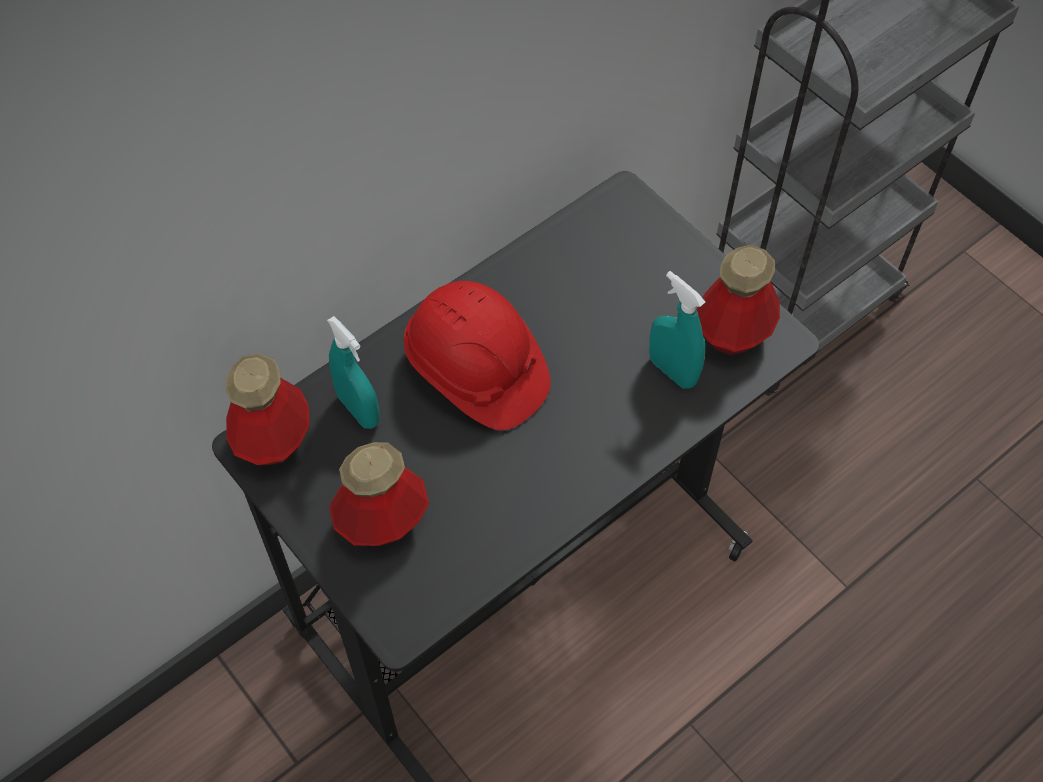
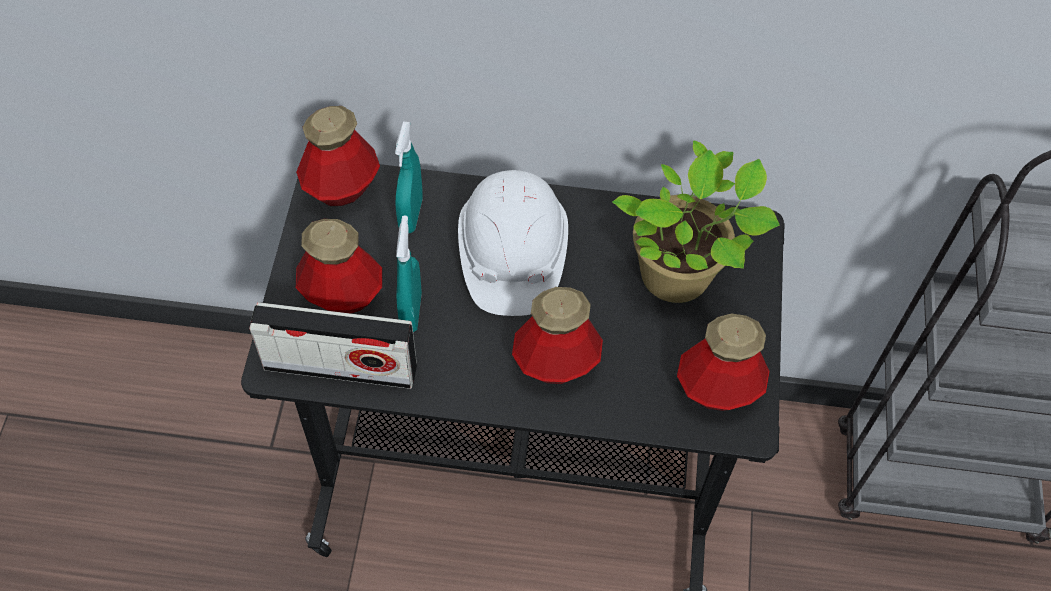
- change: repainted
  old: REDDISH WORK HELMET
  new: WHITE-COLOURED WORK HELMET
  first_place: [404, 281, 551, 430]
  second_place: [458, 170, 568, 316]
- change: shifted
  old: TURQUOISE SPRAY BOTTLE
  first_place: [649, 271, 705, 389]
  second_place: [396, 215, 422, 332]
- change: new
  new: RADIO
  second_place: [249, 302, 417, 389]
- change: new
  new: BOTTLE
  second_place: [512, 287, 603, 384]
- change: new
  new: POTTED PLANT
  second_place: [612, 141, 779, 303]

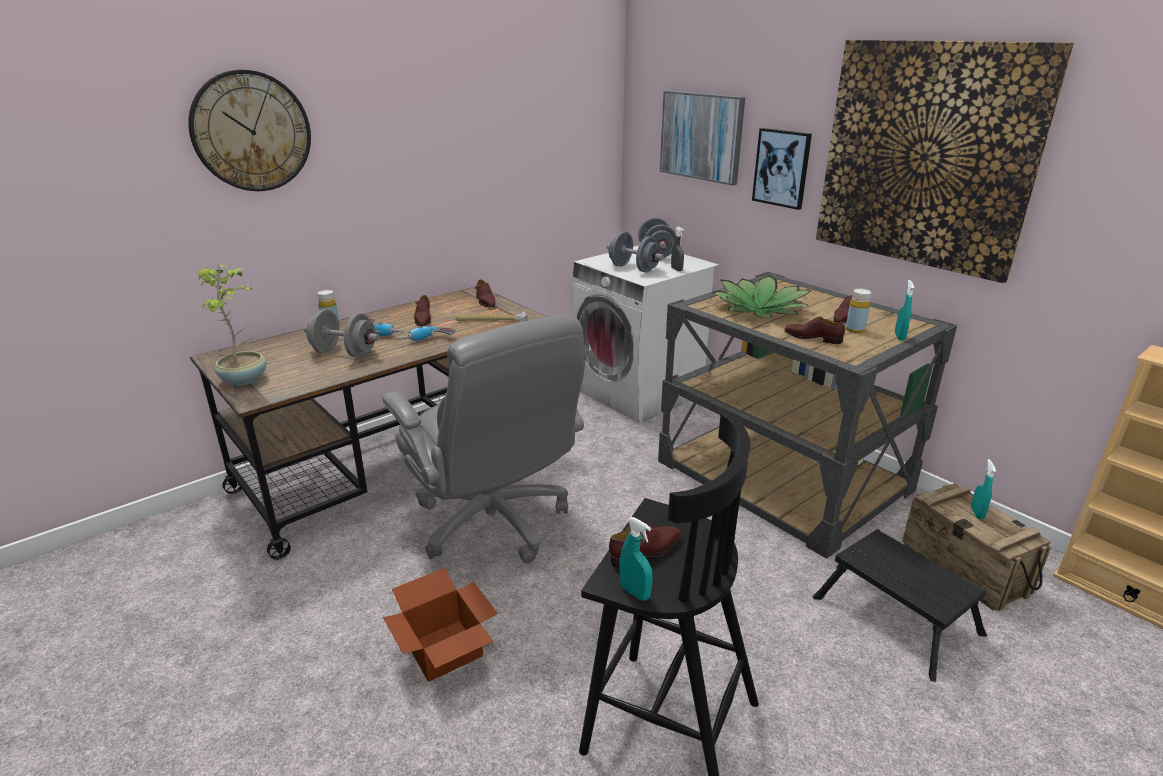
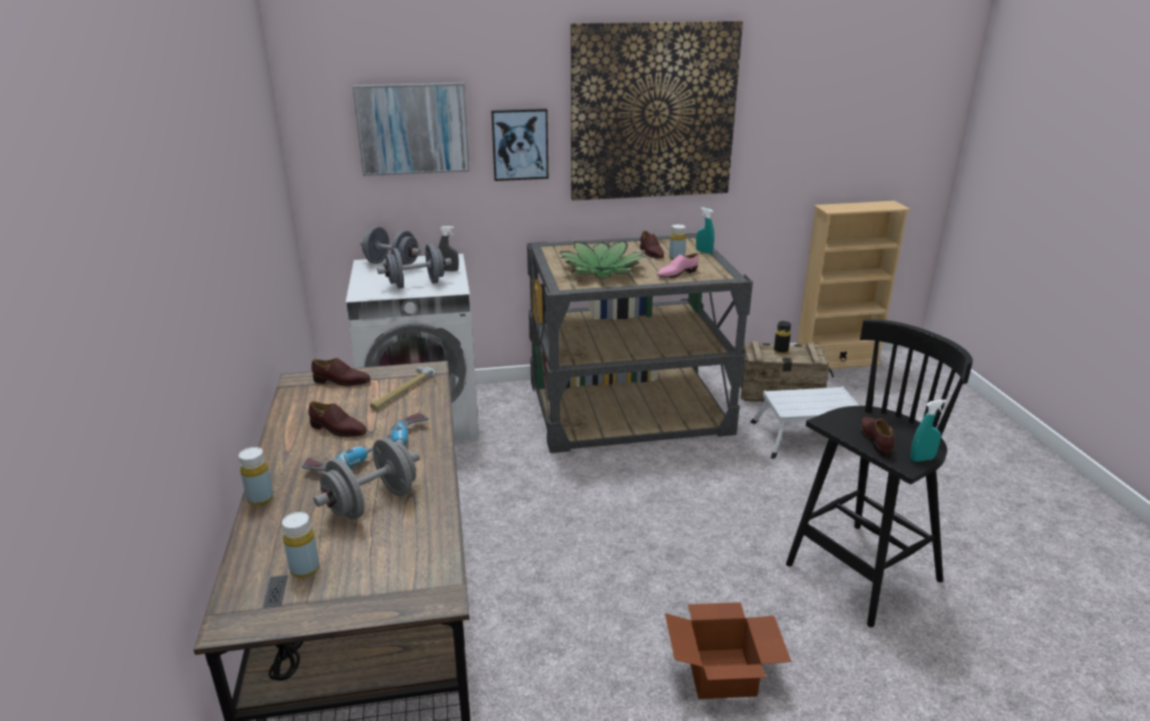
- change: gone
  old: CLOCK ON THE WALL
  first_place: [188, 70, 311, 191]
- change: gone
  old: POTTED PLANT
  first_place: [198, 265, 266, 386]
- change: gone
  old: GREYISH OFFICE CHAIR
  first_place: [382, 315, 585, 563]
- change: repainted
  old: BROWNISH ITEM OF FOOTWEAR
  new: PINK-COLOURED ITEM OF FOOTWEAR
  first_place: [784, 316, 845, 344]
  second_place: [657, 253, 699, 278]
- change: repainted
  old: BLACK STEP STOOL
  new: WHITE-COLOURED STEP STOOL
  first_place: [813, 529, 987, 682]
  second_place: [750, 386, 859, 459]
- change: swapped
  old: TURQUOISE SPRAY BOTTLE
  new: BLACK BOTTLE
  first_place: [971, 459, 996, 519]
  second_place: [774, 321, 791, 354]
- change: new
  new: YELLOW-COLOURED BOTTLE
  second_place: [282, 512, 320, 578]

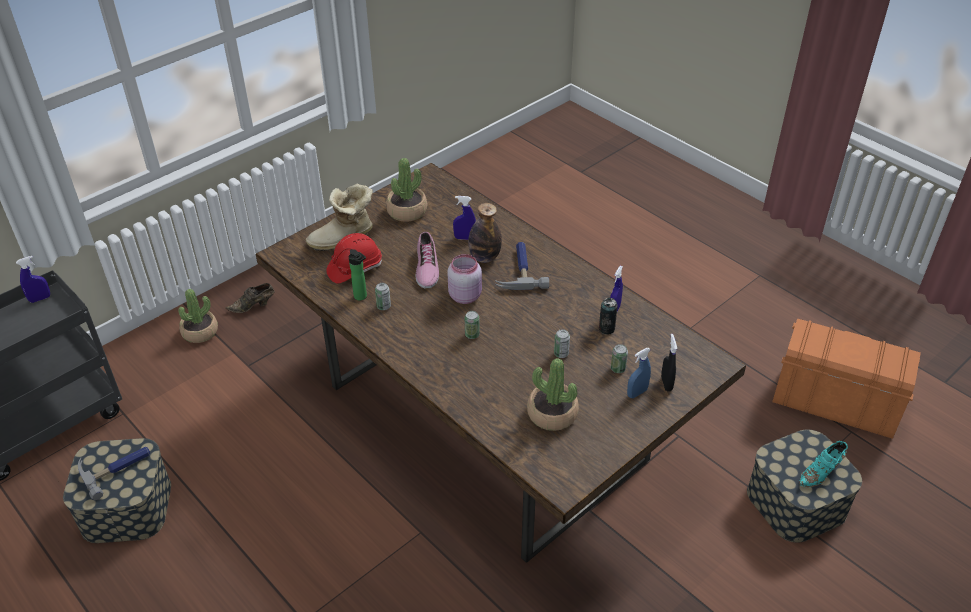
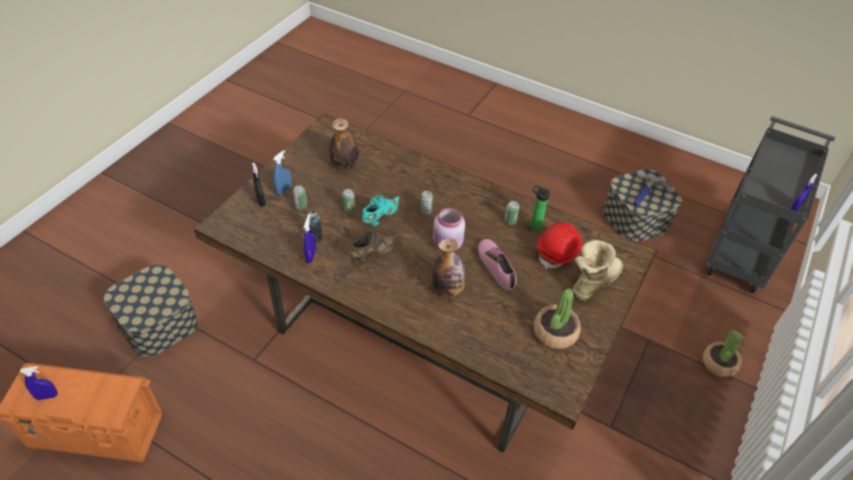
- change: shifted
  old: BROWNISH ITEM OF FOOTWEAR
  first_place: [225, 283, 274, 313]
  second_place: [348, 231, 398, 262]
- change: shifted
  old: BLUE SPRAY BOTTLE
  first_place: [453, 196, 476, 240]
  second_place: [20, 366, 58, 400]
- change: gone
  old: HAMMER
  first_place: [495, 242, 549, 290]
- change: swapped
  old: POTTED PLANT
  new: BOTTLE
  first_place: [527, 358, 579, 431]
  second_place: [329, 118, 359, 170]
- change: shifted
  old: TURQUOISE ITEM OF FOOTWEAR
  first_place: [799, 441, 848, 487]
  second_place: [362, 195, 400, 226]

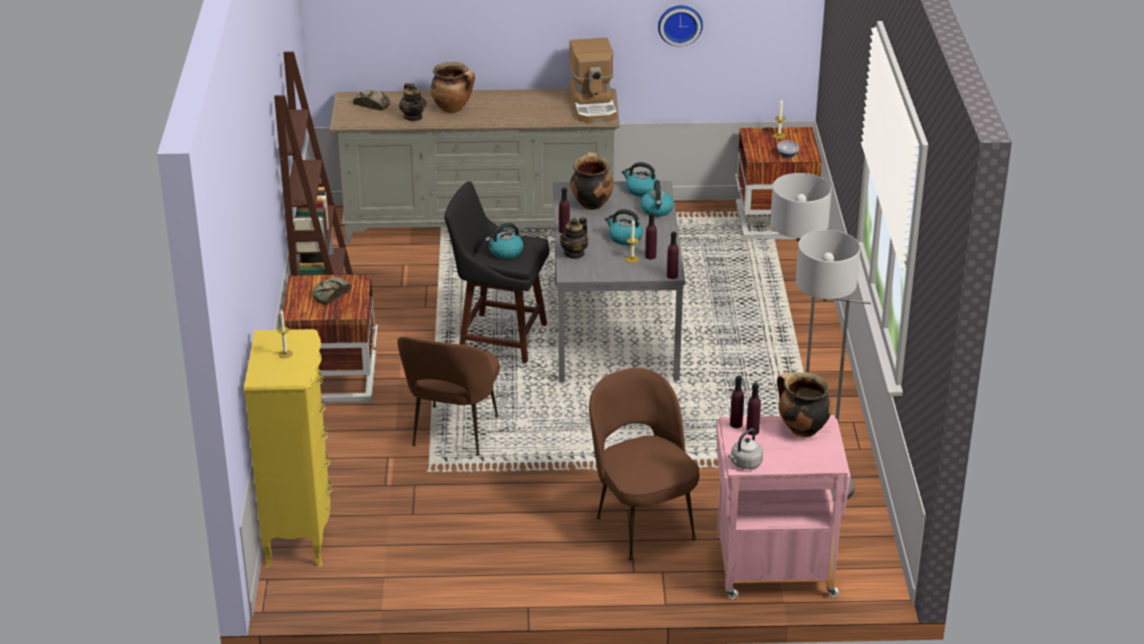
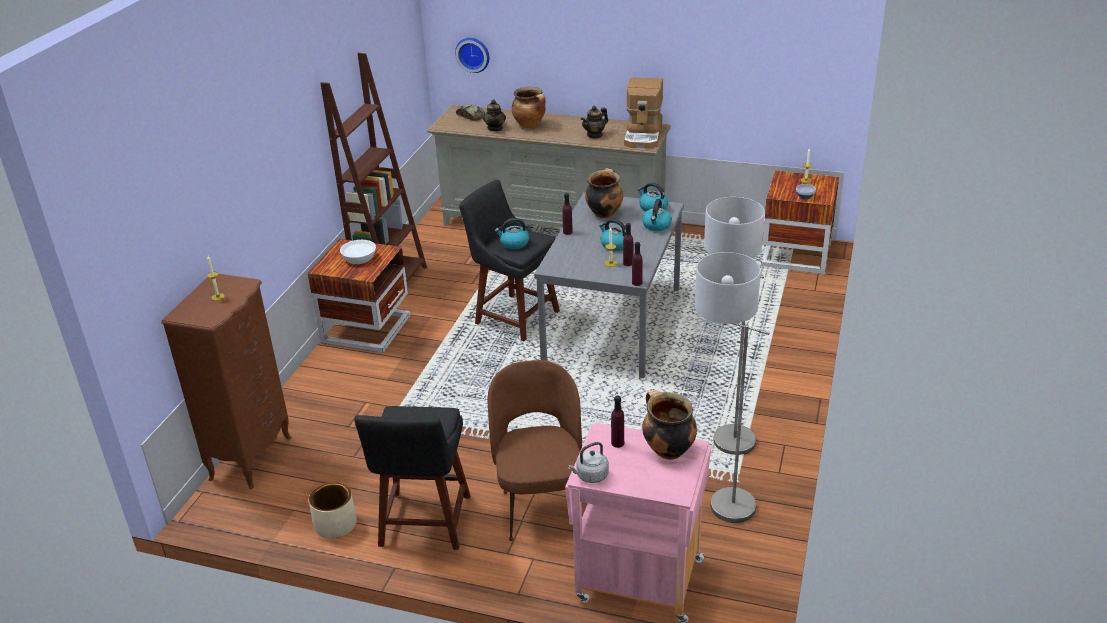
- change: repainted
  old: YELLOW-COLOURED DRAWER CHEST
  new: BROWNISH DRAWER CHEST
  first_place: [244, 329, 332, 568]
  second_place: [161, 274, 292, 489]
- change: swapped
  old: BREAD
  new: WHITE-COLOURED SERVING BOWL
  first_place: [312, 277, 352, 305]
  second_place: [340, 240, 376, 264]
- change: gone
  old: BROWNISH UPRIGHT CHAIR
  first_place: [398, 337, 500, 456]
- change: shifted
  old: TEA POT
  first_place: [560, 217, 588, 259]
  second_place: [581, 106, 608, 139]
- change: shifted
  old: CLOCK ON THE WALL
  first_place: [658, 5, 703, 47]
  second_place: [455, 38, 490, 73]
- change: gone
  old: PURPLE-COLOURED BOTTLE
  first_place: [730, 376, 744, 428]
- change: new
  new: SAND-COLOURED FLOWER POT
  second_place: [309, 482, 357, 538]
- change: new
  new: BLACK SITTING STOOL
  second_place: [354, 406, 471, 550]

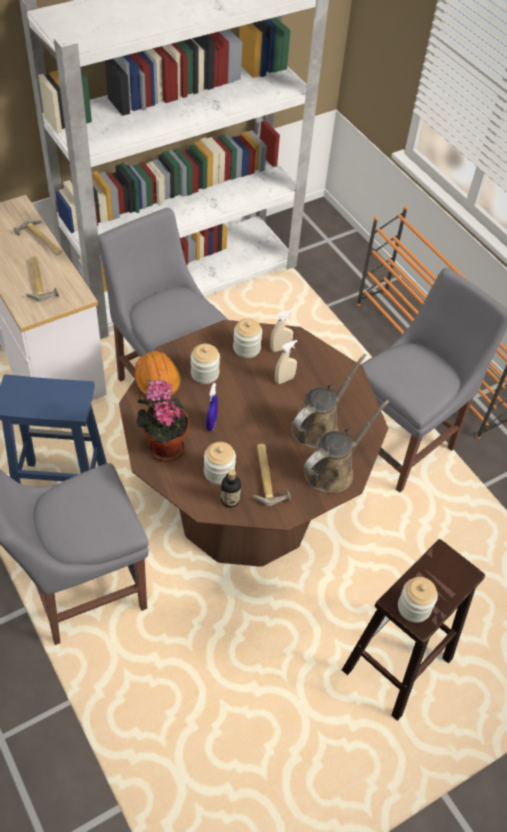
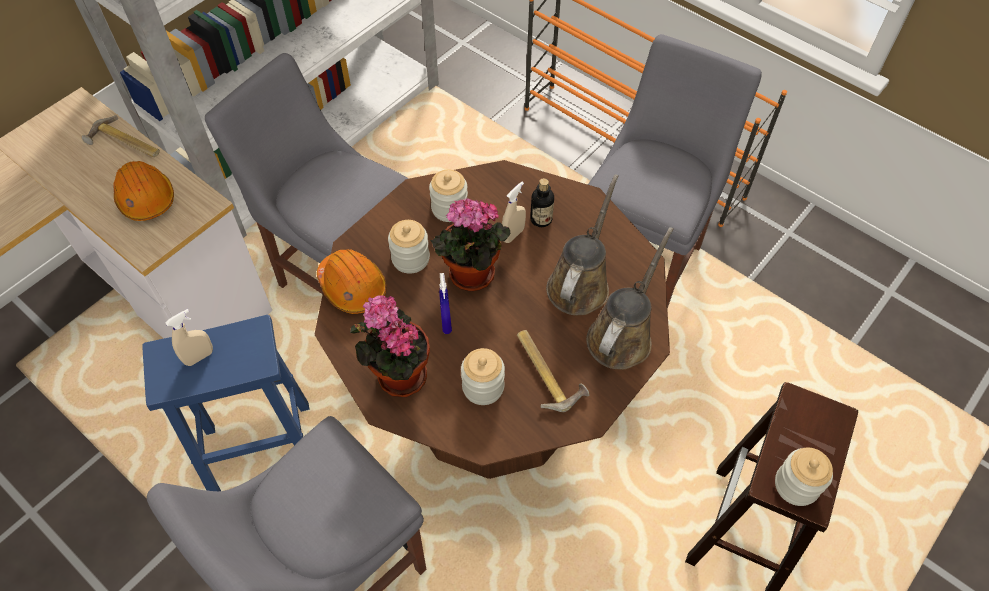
- change: swapped
  old: HAMMER
  new: ORANGEY WORK HELMET
  first_place: [26, 256, 59, 302]
  second_place: [113, 161, 174, 221]
- change: shifted
  old: BOTTLE
  first_place: [221, 469, 241, 507]
  second_place: [530, 178, 554, 227]
- change: shifted
  old: SAND-COLOURED SPRAY BOTTLE
  first_place: [270, 310, 294, 352]
  second_place: [166, 309, 213, 366]
- change: new
  new: POTTED PLANT
  second_place: [430, 198, 510, 292]

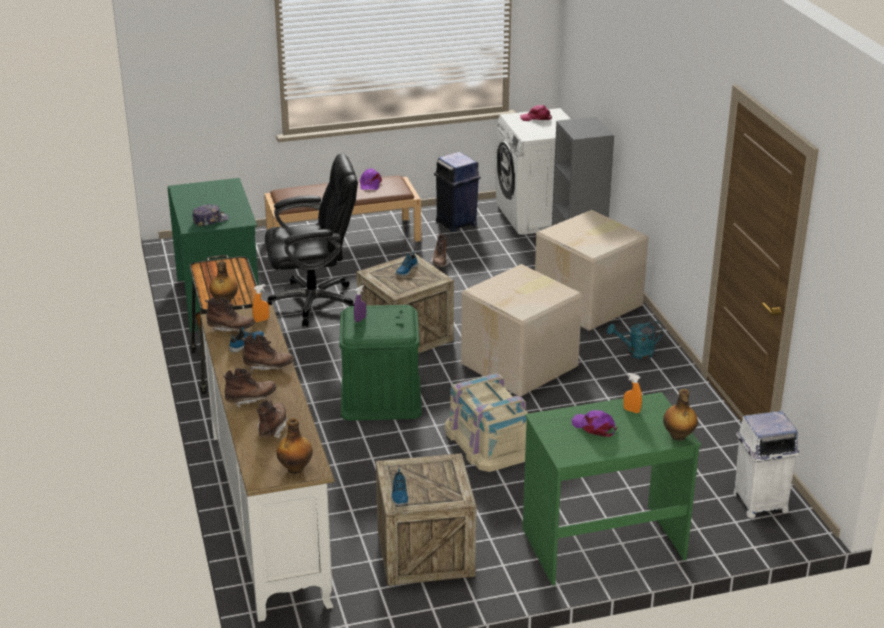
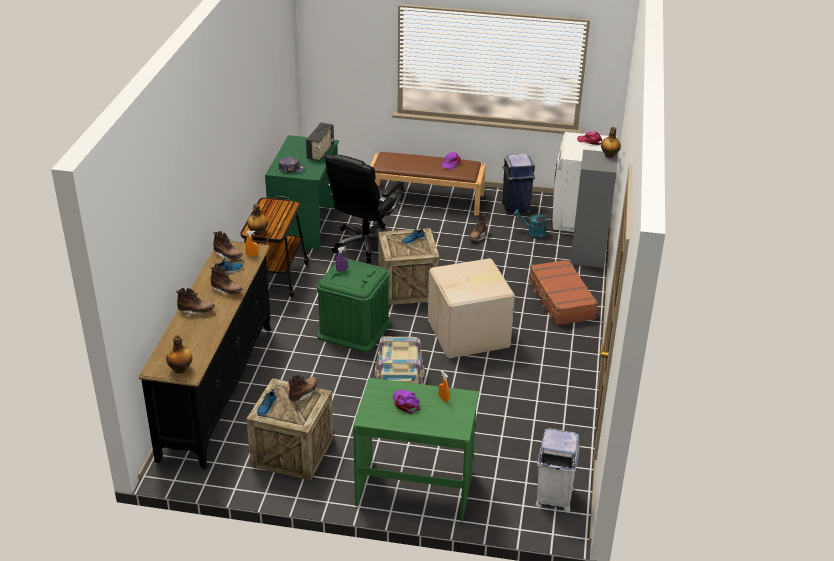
- change: repainted
  old: WHITE-COLOURED DRAWER CHEST
  new: BLACK DRAWER CHEST
  first_place: [200, 305, 335, 622]
  second_place: [139, 241, 271, 470]
- change: shifted
  old: BROWNISH TALL BOOT
  first_place: [256, 400, 288, 439]
  second_place: [288, 375, 318, 403]
- change: rotated
  old: BLACK OFFICE CHAIR
  first_place: [265, 153, 358, 327]
  second_place: [325, 155, 404, 264]
  degrees: 105
- change: swapped
  old: CARDBOARD BOX
  new: BROWNISH TRAVEL CASE
  first_place: [535, 210, 648, 331]
  second_place: [529, 259, 598, 325]
- change: shifted
  old: TURQUOISE SPRINKLING CAN
  first_place: [607, 321, 663, 359]
  second_place: [513, 209, 552, 239]
- change: shifted
  old: BOTTLE
  first_place: [663, 389, 698, 441]
  second_place: [601, 127, 621, 158]
- change: new
  new: RADIO
  second_place: [306, 123, 334, 161]

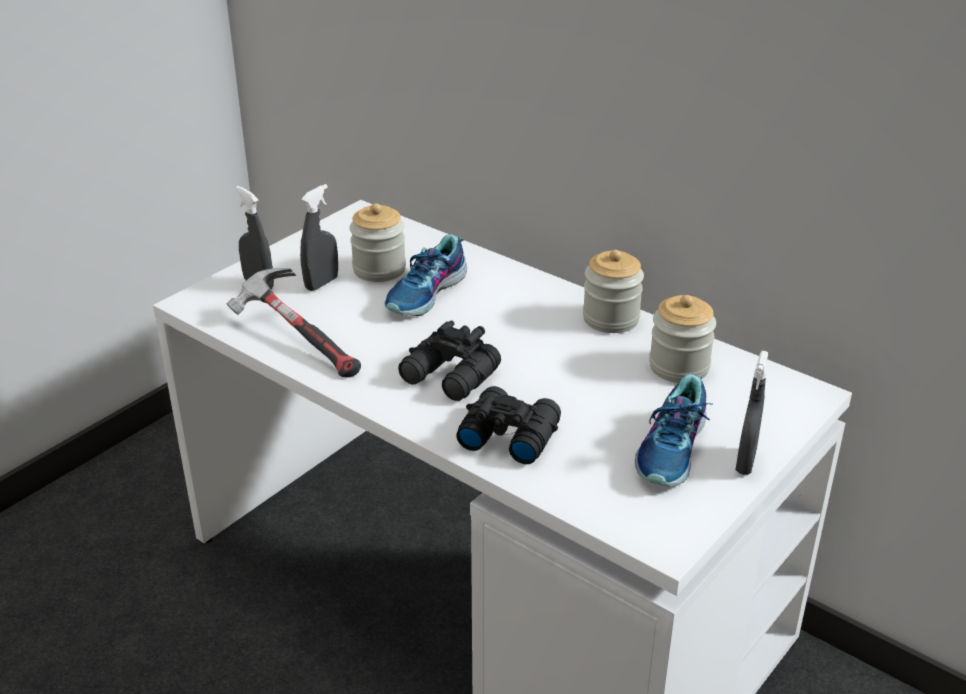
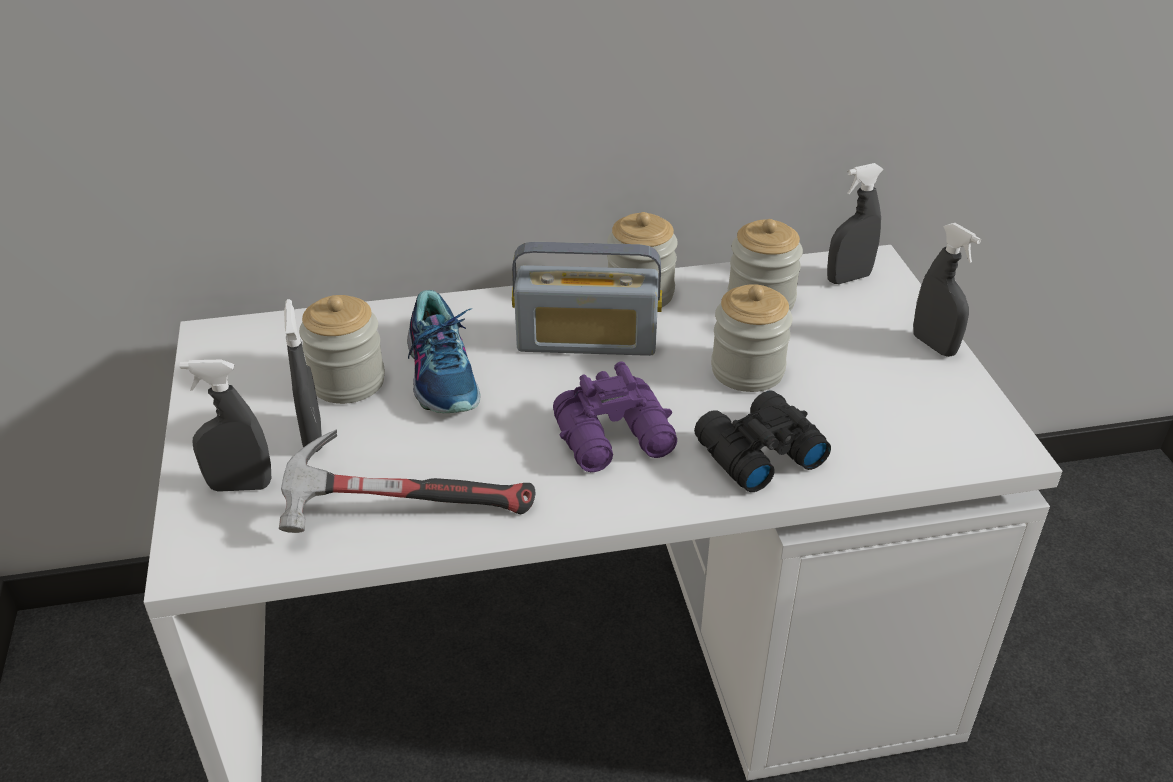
- change: repainted
  old: BLACK FIELD GLASSES
  new: PURPLE-COLOURED FIELD GLASSES
  first_place: [398, 320, 501, 401]
  second_place: [553, 361, 677, 472]
- change: gone
  old: ITEM OF FOOTWEAR
  first_place: [635, 374, 712, 486]
- change: new
  new: RADIO
  second_place: [512, 242, 662, 356]
- change: new
  new: PRESERVE JAR
  second_place: [711, 284, 793, 392]
- change: new
  new: GREYISH SPRAY BOTTLE
  second_place: [827, 163, 884, 284]

